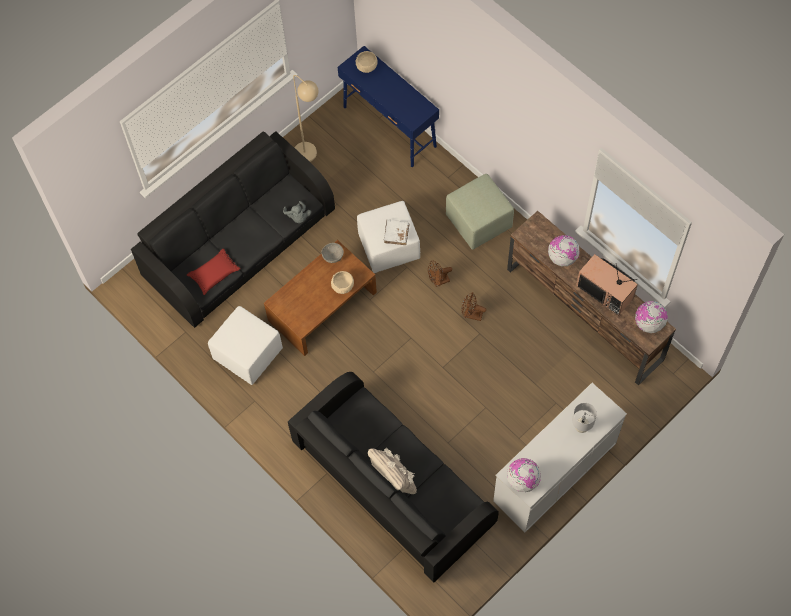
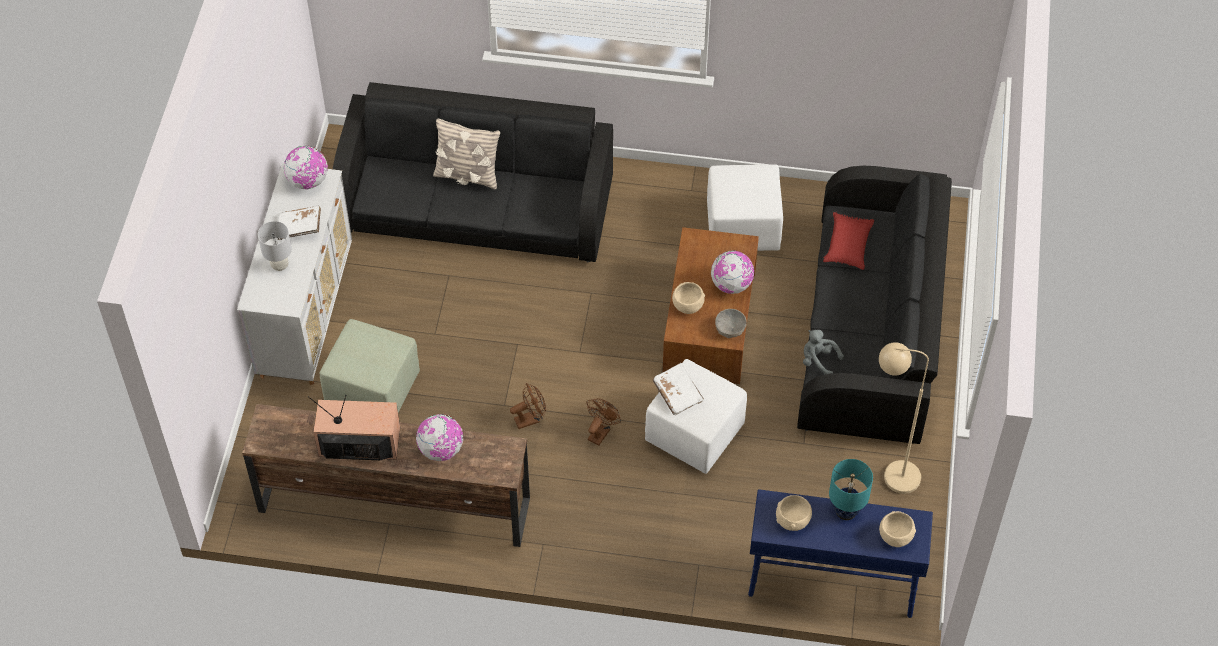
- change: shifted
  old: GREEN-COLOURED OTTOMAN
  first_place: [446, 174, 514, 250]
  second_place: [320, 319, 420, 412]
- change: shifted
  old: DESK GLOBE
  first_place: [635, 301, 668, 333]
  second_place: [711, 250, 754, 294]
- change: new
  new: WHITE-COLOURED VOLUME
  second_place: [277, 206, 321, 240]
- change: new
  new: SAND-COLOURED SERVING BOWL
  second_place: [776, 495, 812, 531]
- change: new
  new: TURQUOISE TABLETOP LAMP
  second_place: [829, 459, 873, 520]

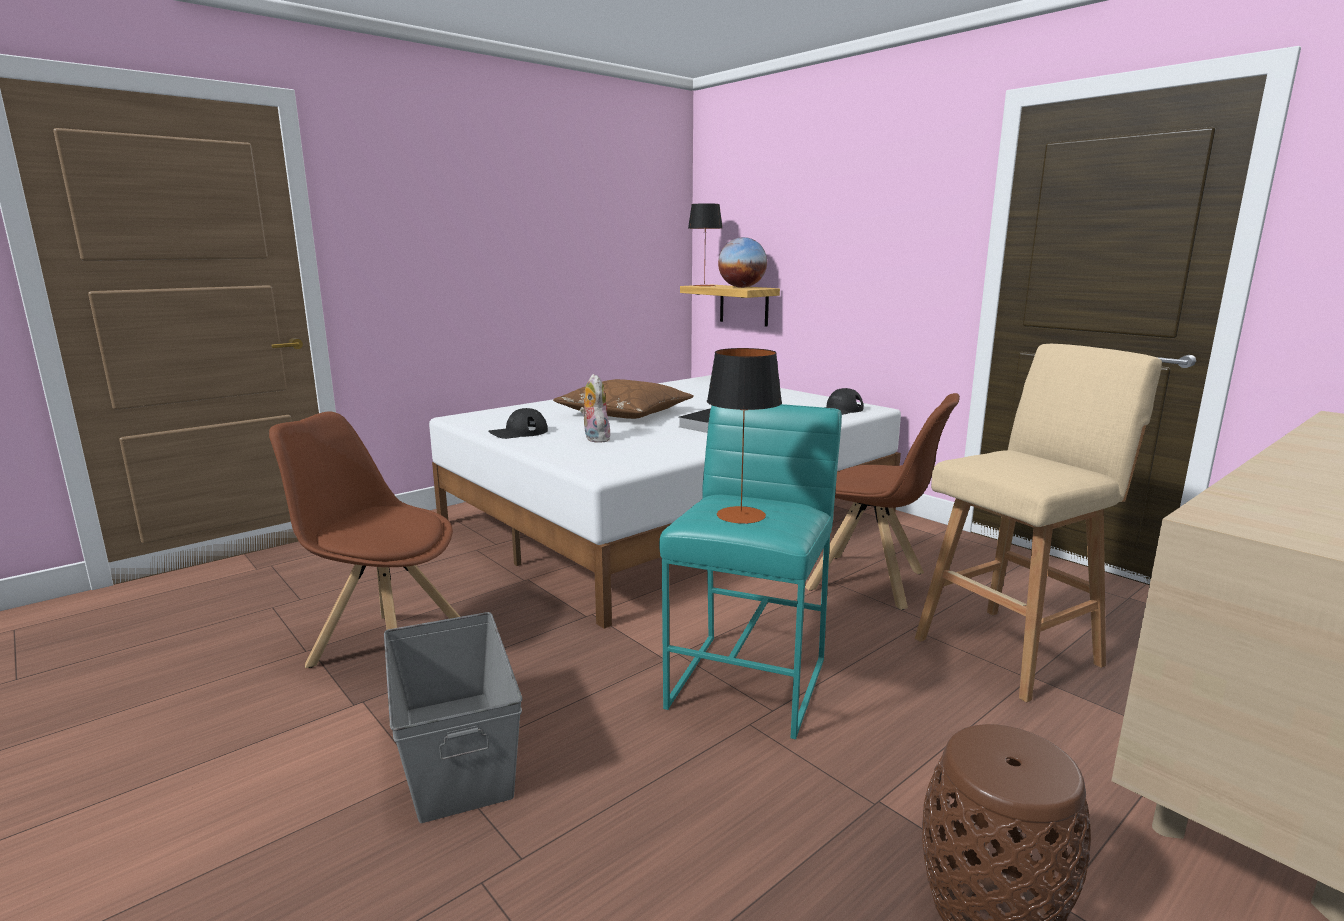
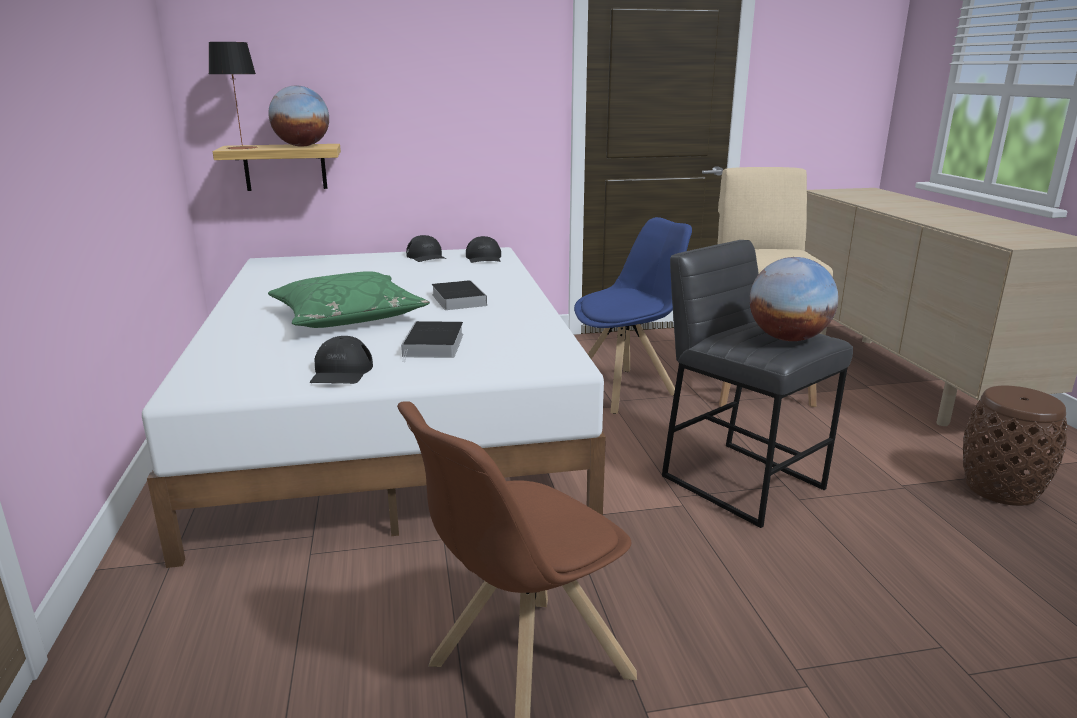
- change: gone
  old: GREYISH STORAGE BIN
  first_place: [384, 612, 522, 823]
- change: repainted
  old: BROWNISH CUSHION
  new: GREEN-COLOURED CUSHION
  first_place: [553, 379, 694, 419]
  second_place: [268, 271, 430, 328]
- change: swapped
  old: PLUSH TOY
  new: VOLUME
  first_place: [580, 374, 610, 443]
  second_place: [401, 321, 463, 362]
- change: repainted
  old: TURQUOISE SITTING STOOL
  new: GREYISH SITTING STOOL
  first_place: [659, 404, 842, 739]
  second_place: [662, 240, 853, 528]
- change: swapped
  old: TABLETOP LAMP
  new: DESK GLOBE
  first_place: [707, 348, 782, 524]
  second_place: [749, 257, 838, 341]
- change: repainted
  old: BROWNISH UPRIGHT CHAIR
  new: BLUE UPRIGHT CHAIR
  first_place: [805, 393, 960, 610]
  second_place: [574, 217, 692, 414]
- change: new
  new: BLACK CAP
  second_place: [406, 235, 446, 262]

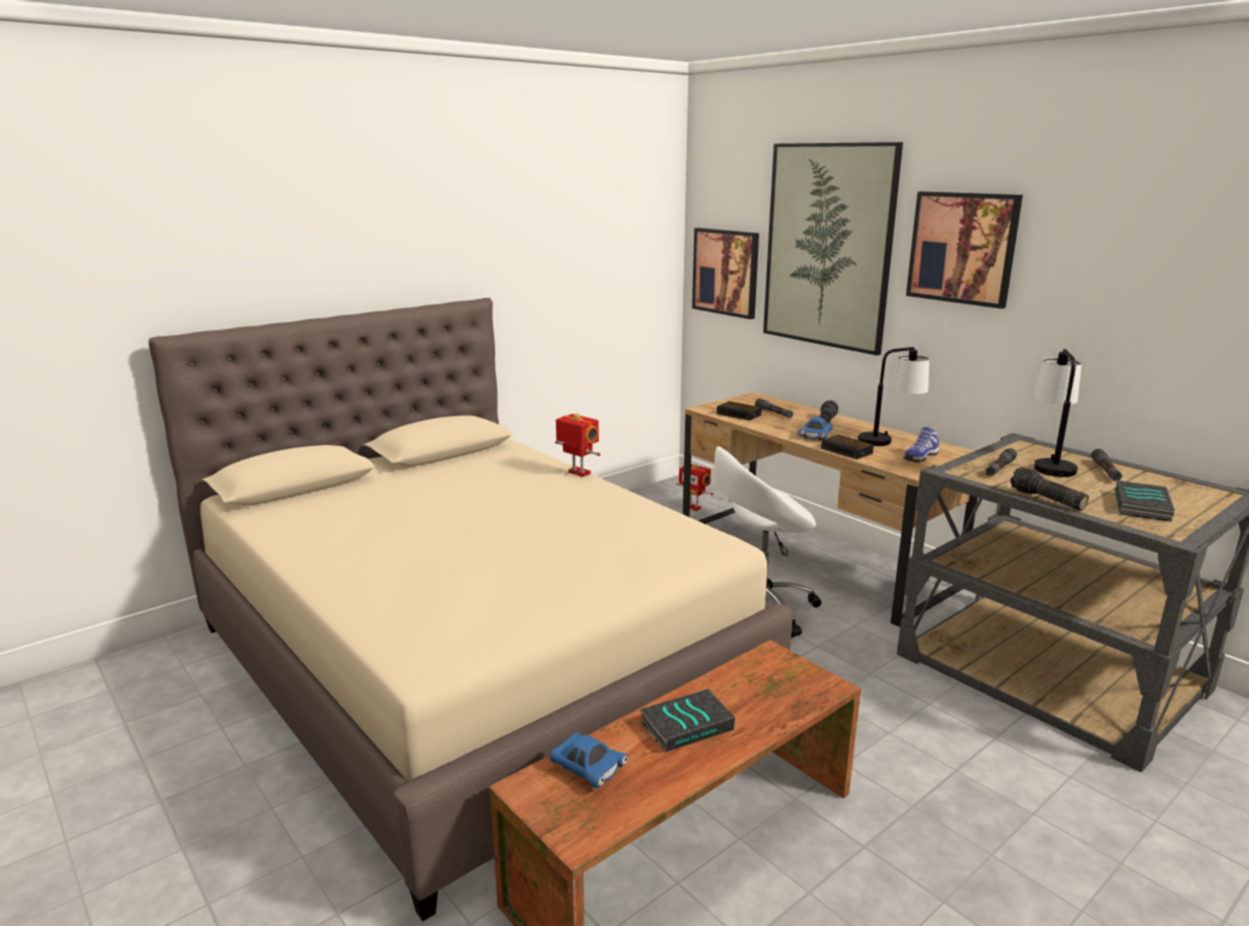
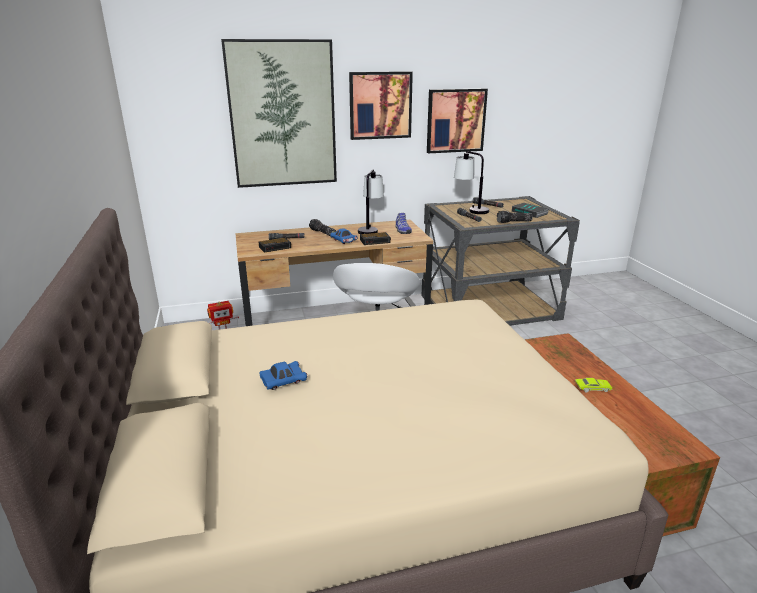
- change: shifted
  old: BLUE TOY CAR
  first_place: [550, 732, 628, 788]
  second_place: [259, 361, 307, 390]
- change: gone
  old: MODEL ROBOT
  first_place: [555, 413, 601, 477]
- change: swapped
  old: VOLUME
  new: GREEN-COLOURED TOY CAR
  first_place: [640, 689, 735, 752]
  second_place: [575, 378, 612, 392]
- change: shifted
  old: WALL PICTURE
  first_place: [692, 228, 759, 319]
  second_place: [427, 88, 488, 153]

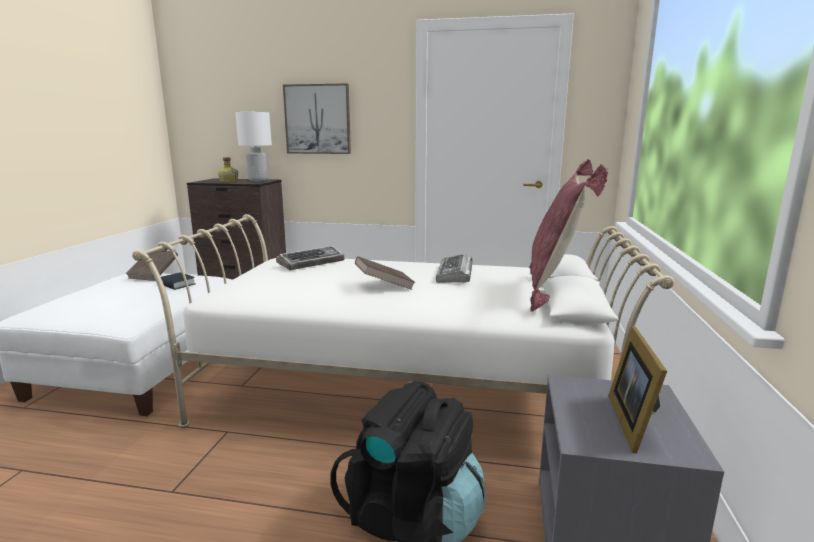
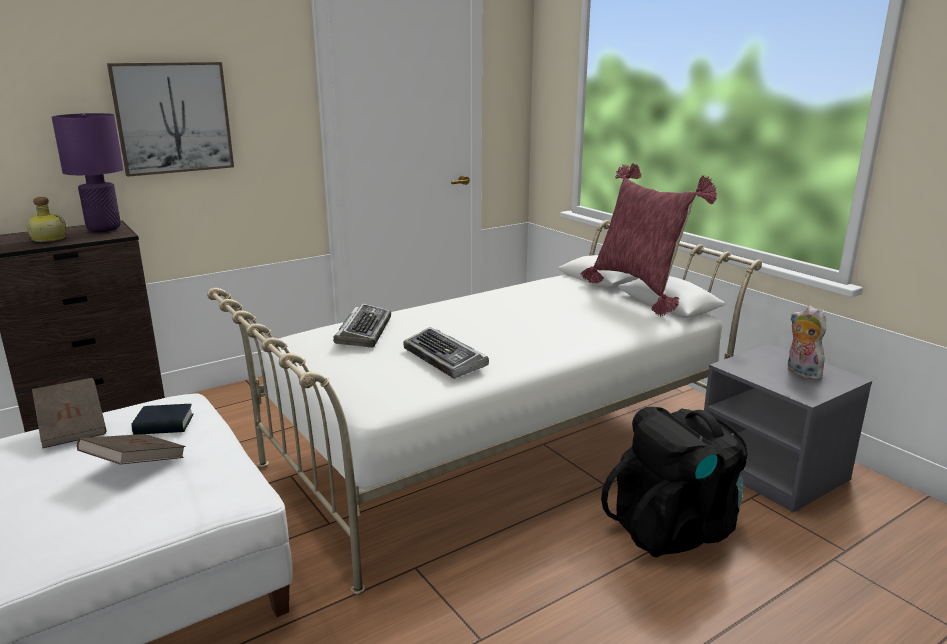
- change: repainted
  old: WHITE-COLOURED TABLETOP LAMP
  new: PURPLE-COLOURED TABLETOP LAMP
  first_place: [235, 111, 272, 182]
  second_place: [52, 113, 123, 232]
- change: shifted
  old: BROWNISH VOLUME
  first_place: [355, 256, 415, 290]
  second_place: [77, 434, 186, 465]
- change: shifted
  old: KEYBOARD
  first_place: [436, 254, 473, 283]
  second_place: [403, 327, 489, 379]
- change: swapped
  old: PICTURE FRAME
  new: PLUSH TOY
  first_place: [608, 326, 667, 454]
  second_place: [788, 306, 827, 380]

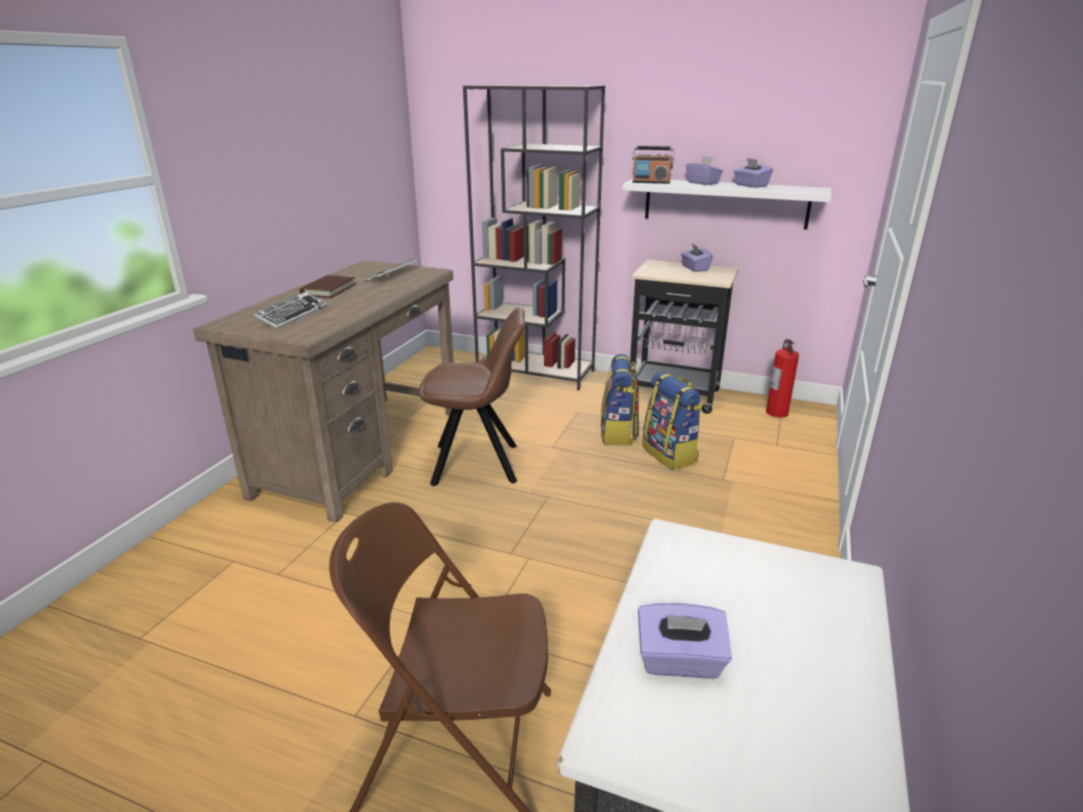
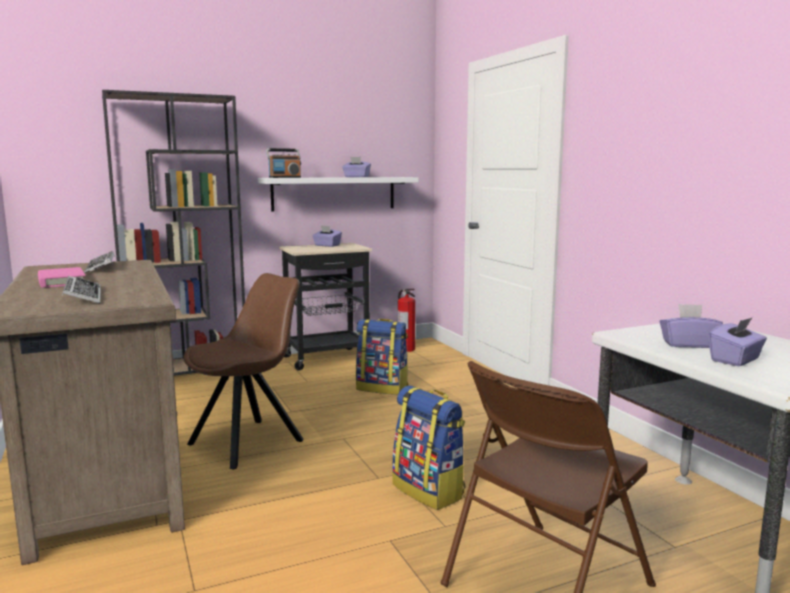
- change: repainted
  old: BROWNISH VOLUME
  new: PINK-COLOURED VOLUME
  first_place: [300, 275, 356, 298]
  second_place: [38, 267, 85, 288]
- change: shifted
  old: BACKPACK
  first_place: [601, 354, 639, 446]
  second_place: [392, 386, 465, 510]
- change: shifted
  old: PURPLE-COLOURED TISSUE HOLDER
  first_place: [686, 156, 723, 185]
  second_place: [659, 304, 723, 348]

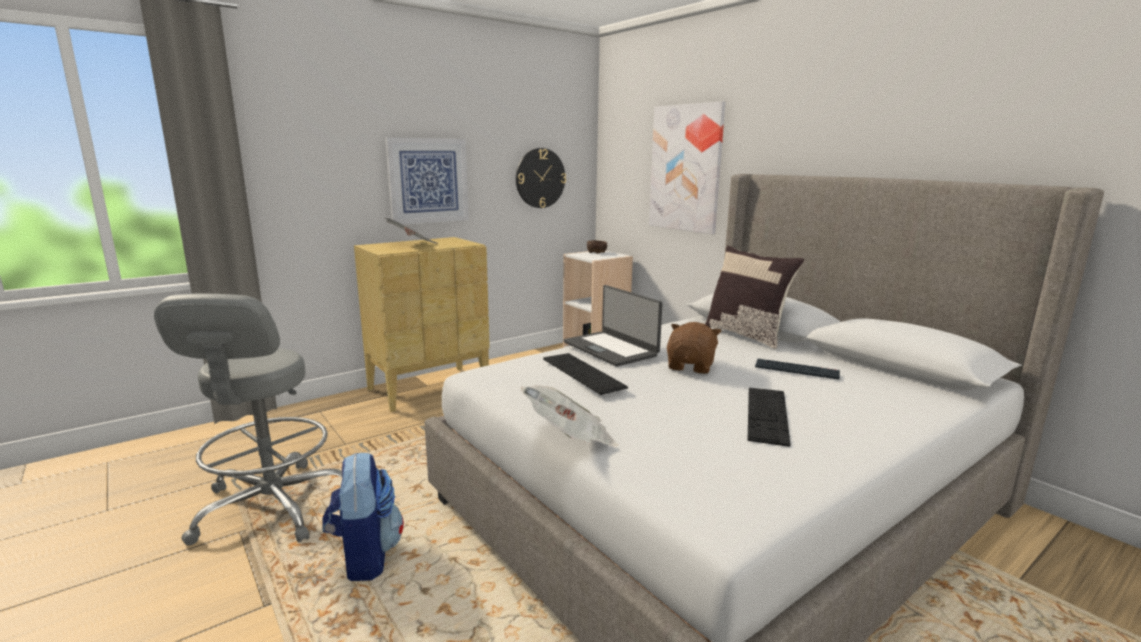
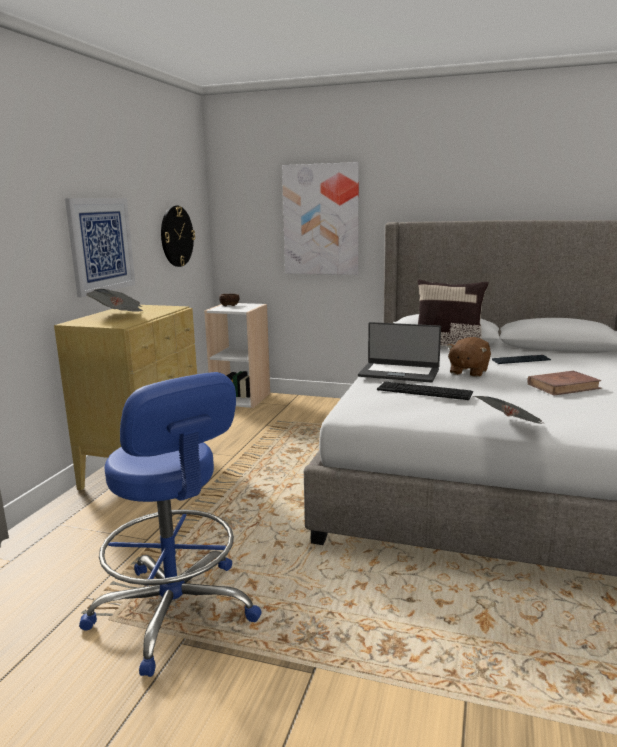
- change: repainted
  old: GREYISH SITTING STOOL
  new: BLUE SITTING STOOL
  first_place: [154, 294, 342, 546]
  second_place: [79, 372, 262, 677]
- change: gone
  old: BACKPACK
  first_place: [322, 453, 404, 581]
- change: rotated
  old: BROWNISH PLUSH TOY
  first_place: [667, 322, 721, 374]
  second_place: [447, 337, 491, 377]
  degrees: -135
- change: swapped
  old: KEYBOARD
  new: BROWNISH VOLUME
  first_place: [748, 388, 791, 447]
  second_place: [527, 371, 602, 396]

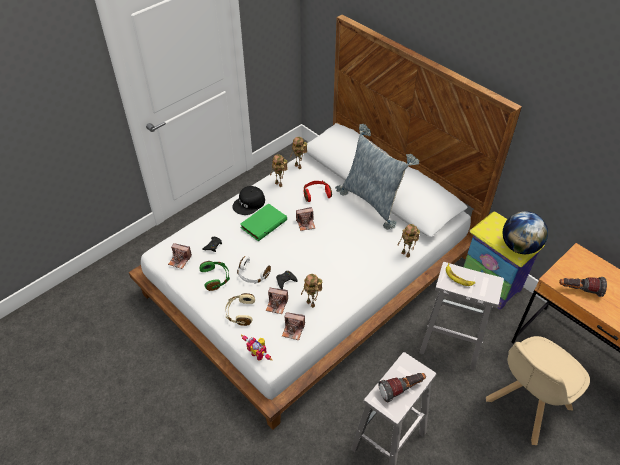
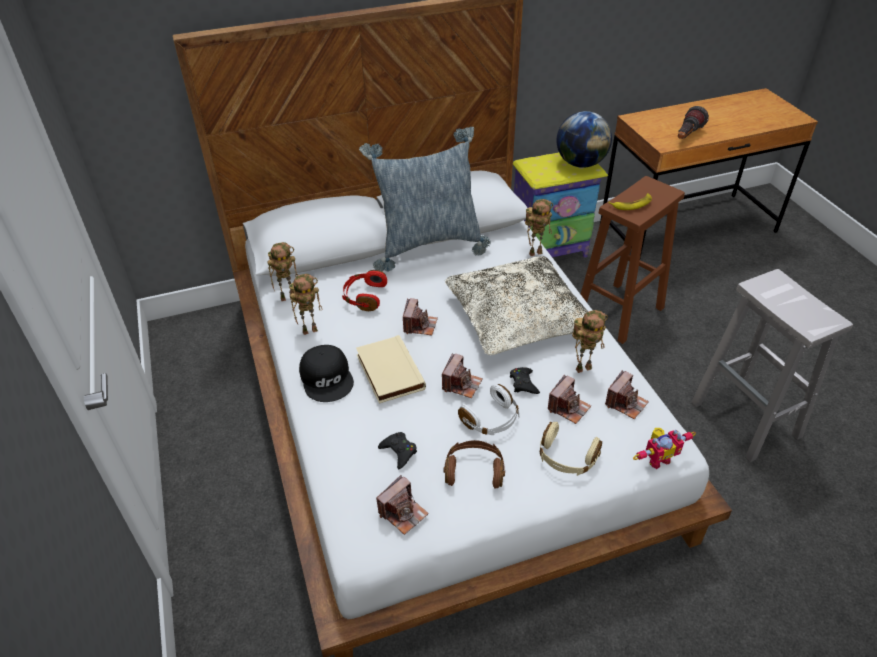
- change: repainted
  old: GREEN-COLOURED HEADSET
  new: BROWNISH HEADSET
  first_place: [199, 261, 230, 291]
  second_place: [443, 440, 505, 489]
- change: repainted
  old: GREEN-COLOURED VOLUME
  new: SAND-COLOURED VOLUME
  first_place: [240, 203, 287, 241]
  second_place: [356, 335, 426, 403]
- change: gone
  old: HAND TORCH
  first_place: [378, 373, 426, 402]
- change: repainted
  old: WHITE-COLOURED SITTING STOOL
  new: BROWNISH SITTING STOOL
  first_place: [419, 262, 504, 370]
  second_place: [581, 176, 685, 344]
- change: gone
  old: SAND-COLOURED UPRIGHT CHAIR
  first_place: [486, 336, 590, 445]
- change: new
  new: STILL CAMERA
  second_place: [442, 353, 483, 398]
- change: new
  new: SAND-COLOURED CUSHION
  second_place: [445, 256, 588, 356]

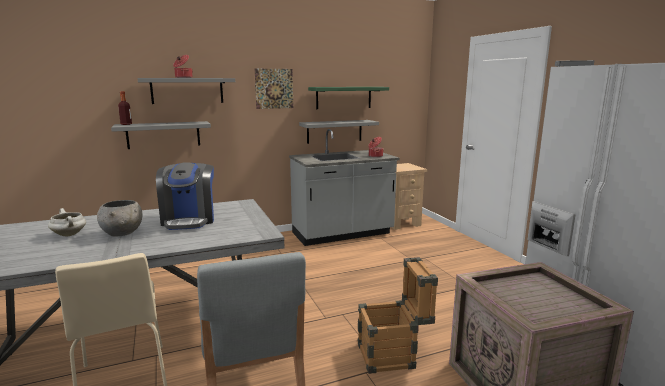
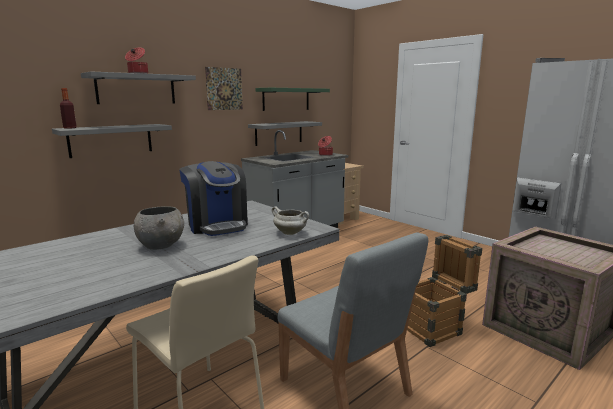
- change: shifted
  old: WHITE-COLOURED COOKING POT
  first_place: [48, 208, 86, 236]
  second_place: [272, 206, 309, 235]

